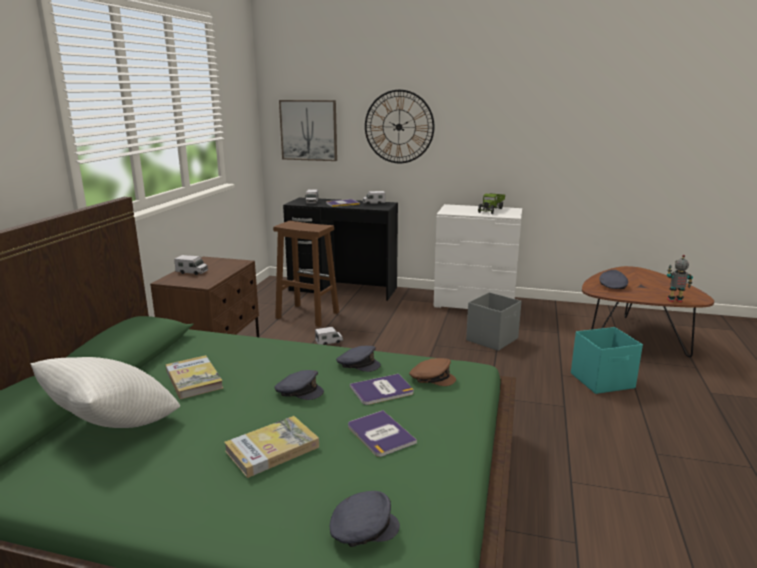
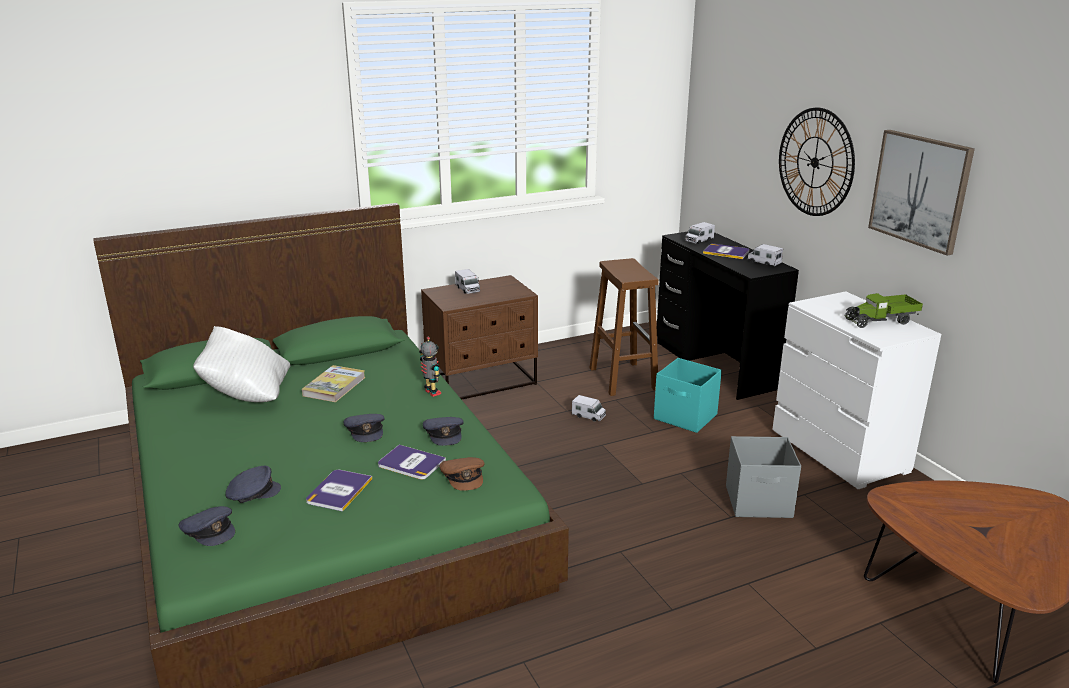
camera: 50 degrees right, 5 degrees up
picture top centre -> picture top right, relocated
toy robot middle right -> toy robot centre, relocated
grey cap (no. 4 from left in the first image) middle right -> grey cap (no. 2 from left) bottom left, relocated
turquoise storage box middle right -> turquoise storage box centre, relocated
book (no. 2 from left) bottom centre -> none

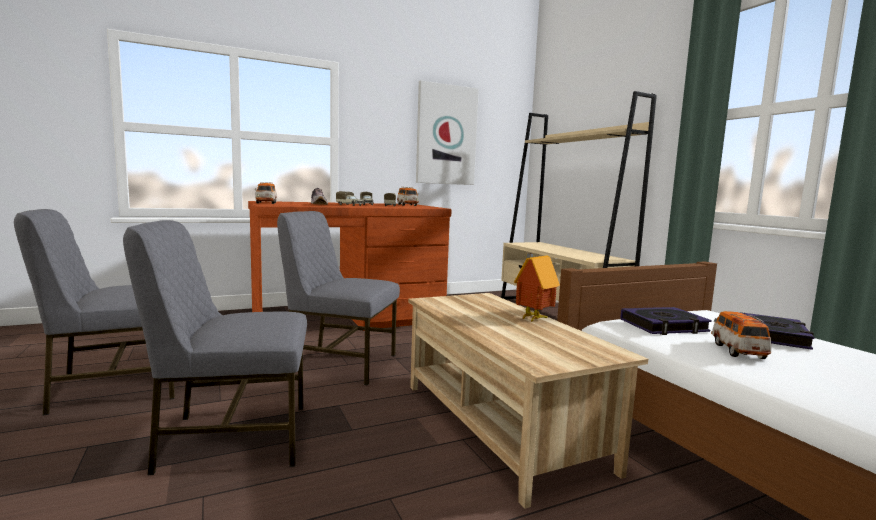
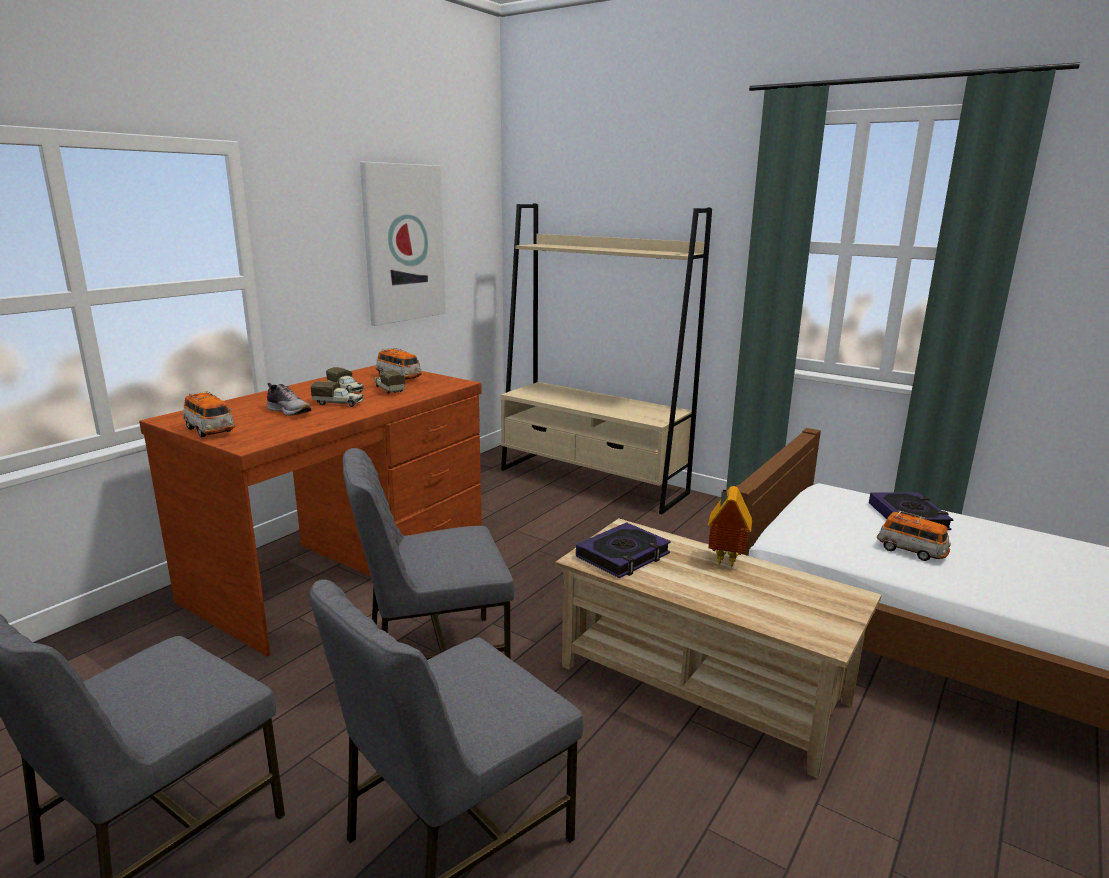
camera: 30 degrees left, 10 degrees up
book (no. 1 from left) middle right -> book (no. 1 from left) centre, relocated
toy car (no. 3 from left) middle right, 150 degrees clockwise

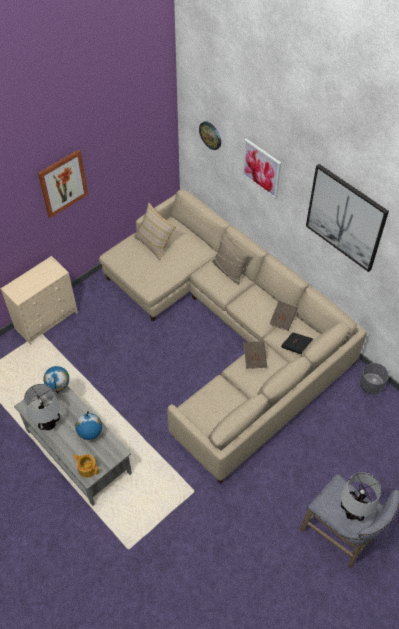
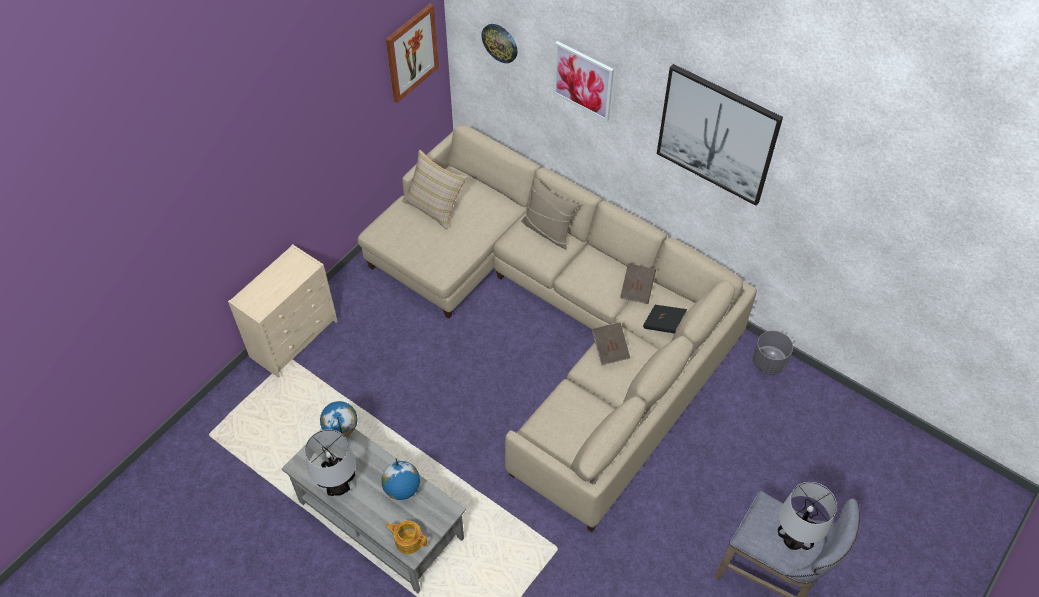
camera: 10 degrees left, 0 degrees up
picture (no. 1 from left) top left -> picture (no. 1 from left) top centre, relocated

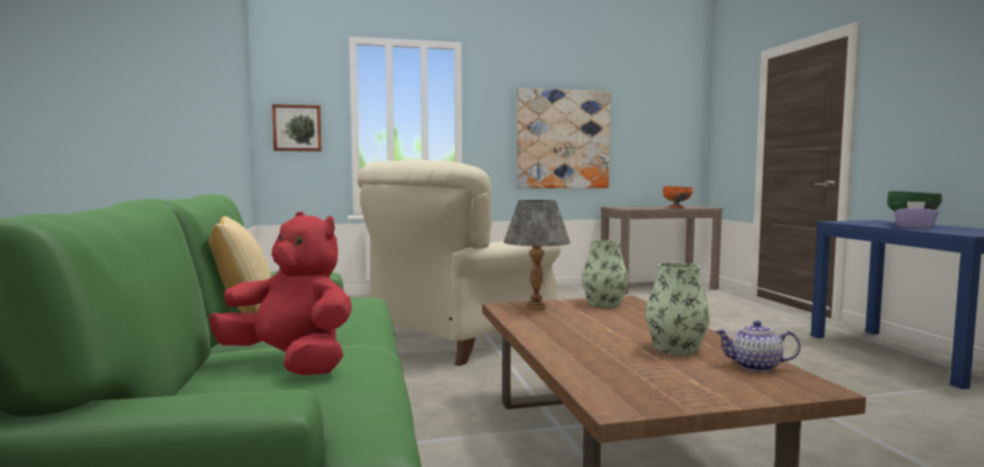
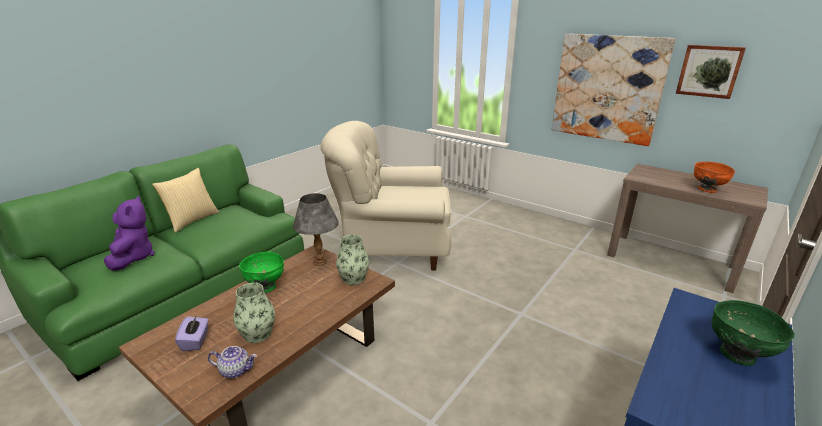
camera: 50 degrees right, 20 degrees up
picture (no. 1 from left in the first image) top left -> picture (no. 2 from left) top right, relocated
purple tissue box middle right -> purple tissue box bottom left, relocated
red plush toy middle left -> purple plush toy middle left
teapot bottom right -> teapot bottom left, 120 degrees clockwise
none -> green bowl (no. 1 from left) middle left

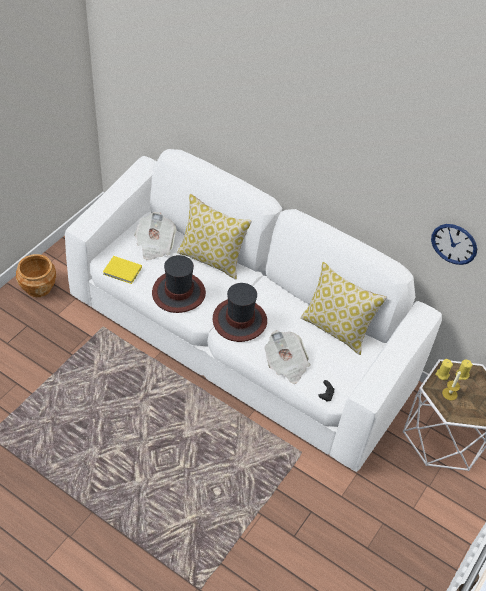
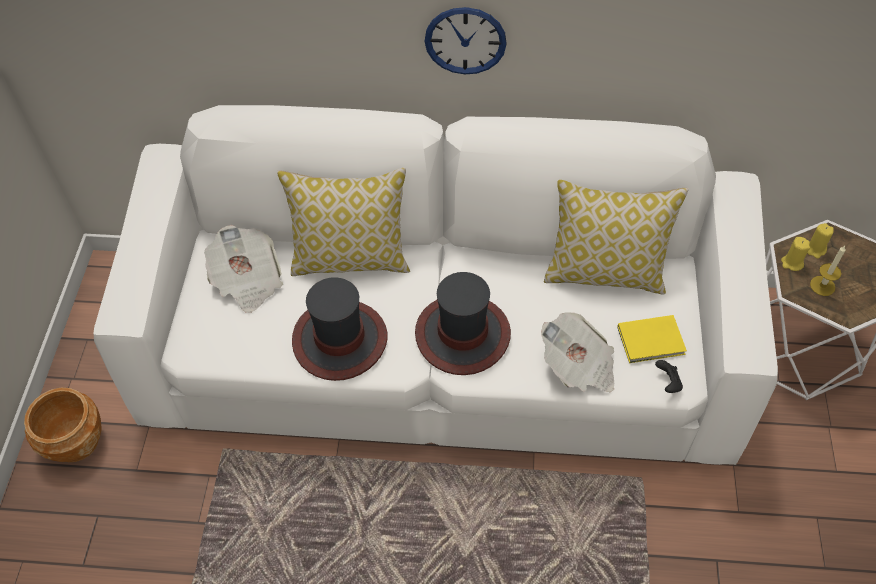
camera: 25 degrees left, 5 degrees up
wall clock middle right -> wall clock top centre, relocated
yellow book middle left -> yellow book middle right, relocated

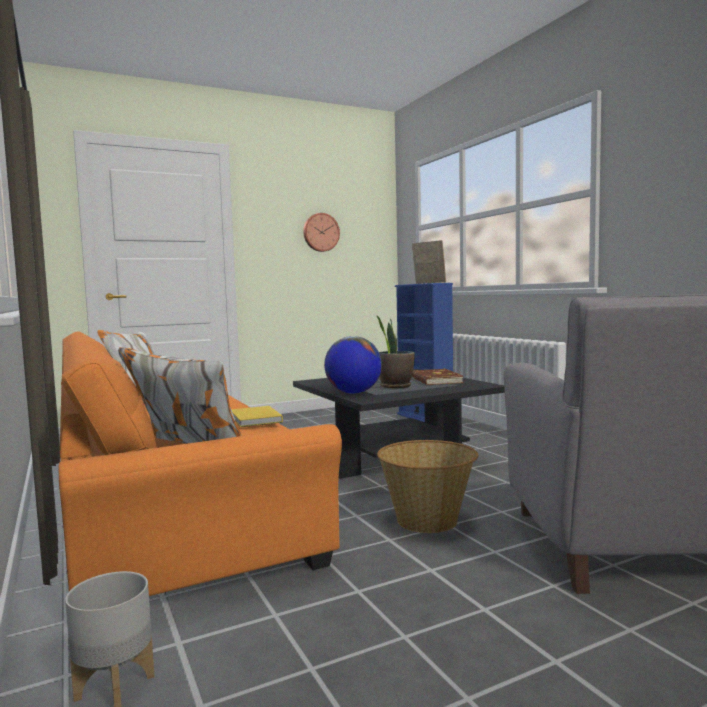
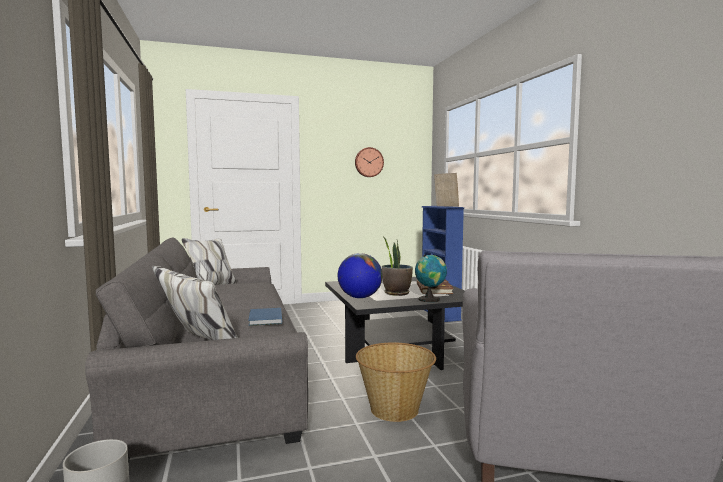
camera: 10 degrees right, 0 degrees up
orange sofa middle left -> grey sofa bottom left
yellow book centre -> blue book centre
none -> globe (no. 2 from left) centre

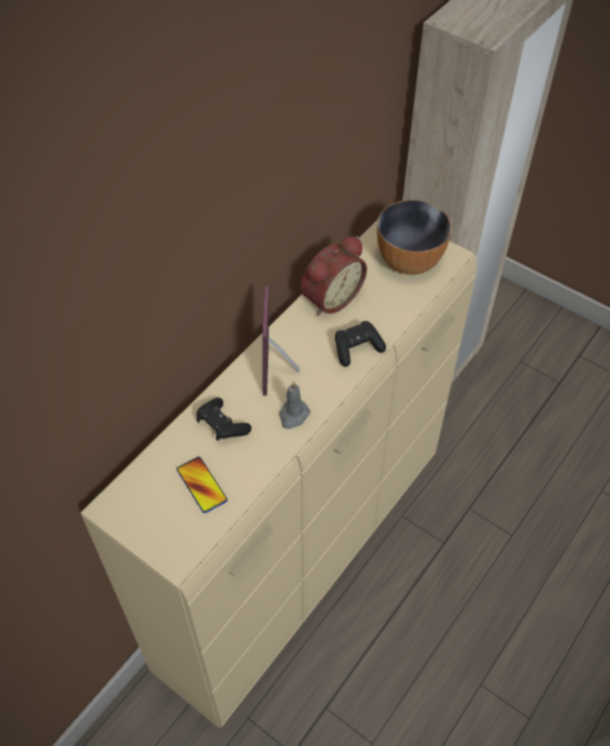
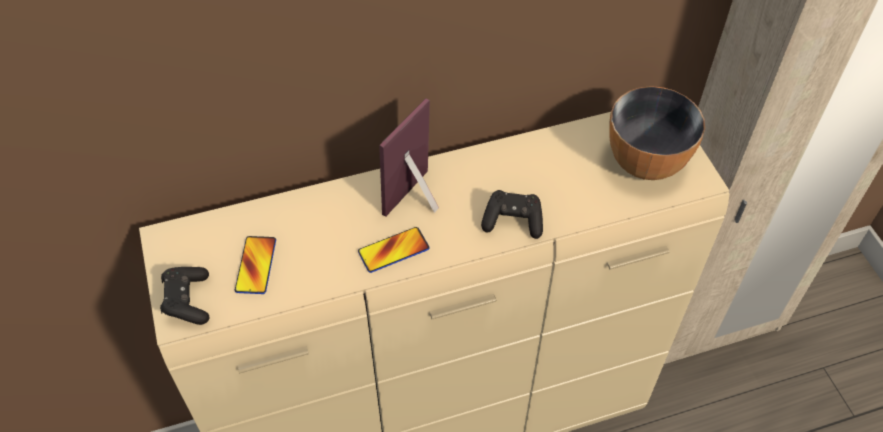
camera: 35 degrees right, 0 degrees up
alarm clock centre -> none
grey candle centre -> phone (no. 2 from left) centre
black game controller (no. 1 from left) centre -> black game controller (no. 1 from left) bottom left, relocated

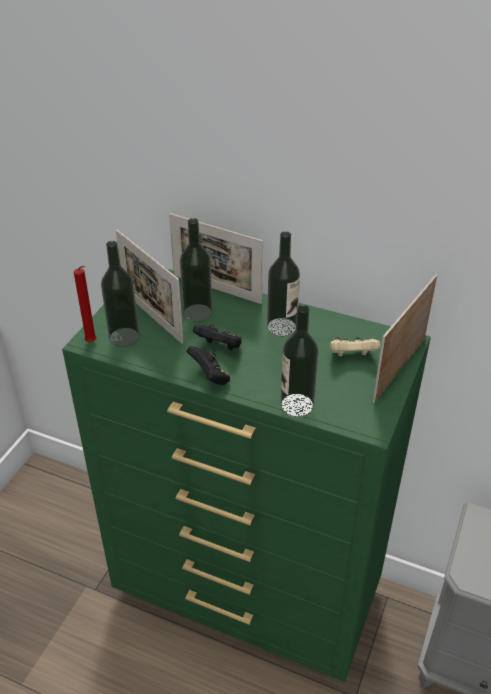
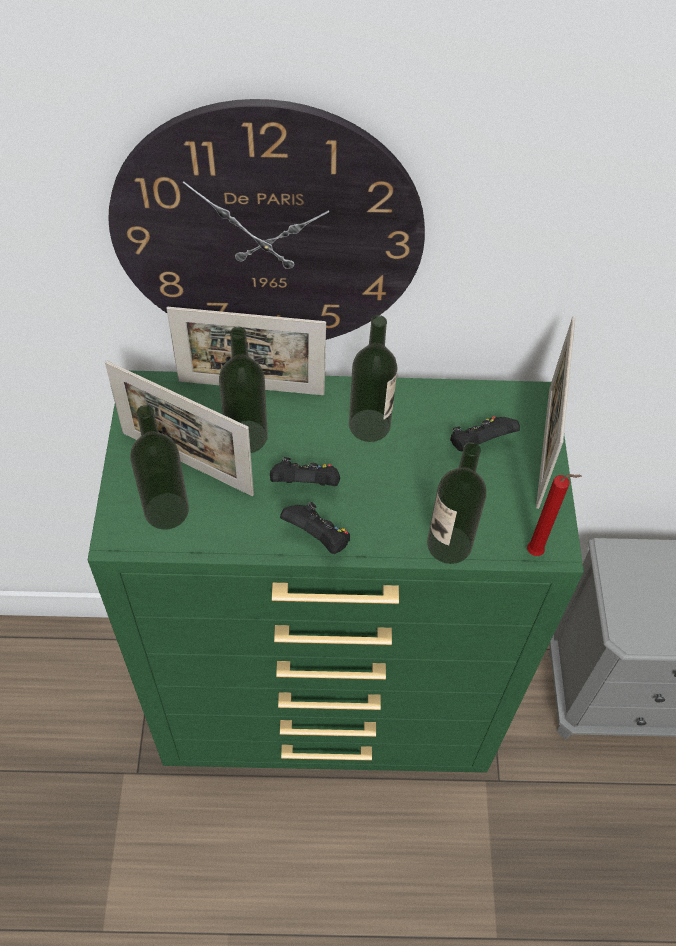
camera: 25 degrees left, 15 degrees up
red candle middle left -> red candle middle right, relocated
beige game controller middle right -> black game controller (no. 3 from left) middle right
none -> wall clock top centre

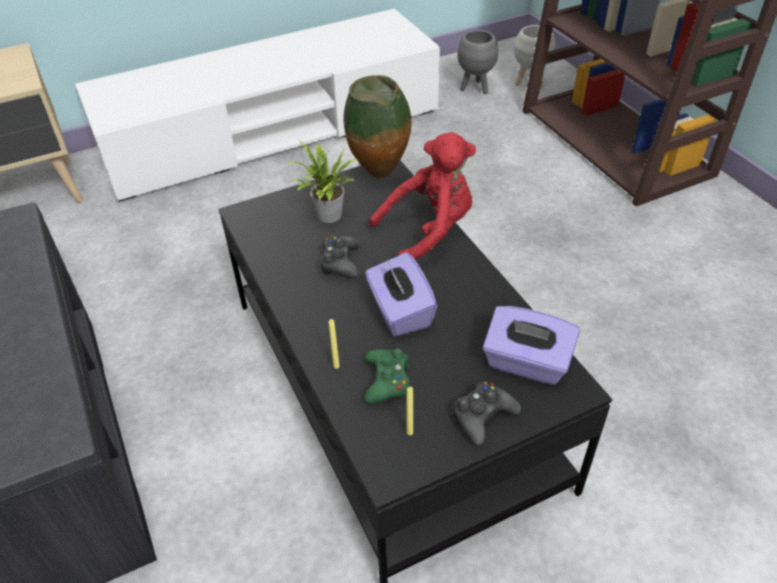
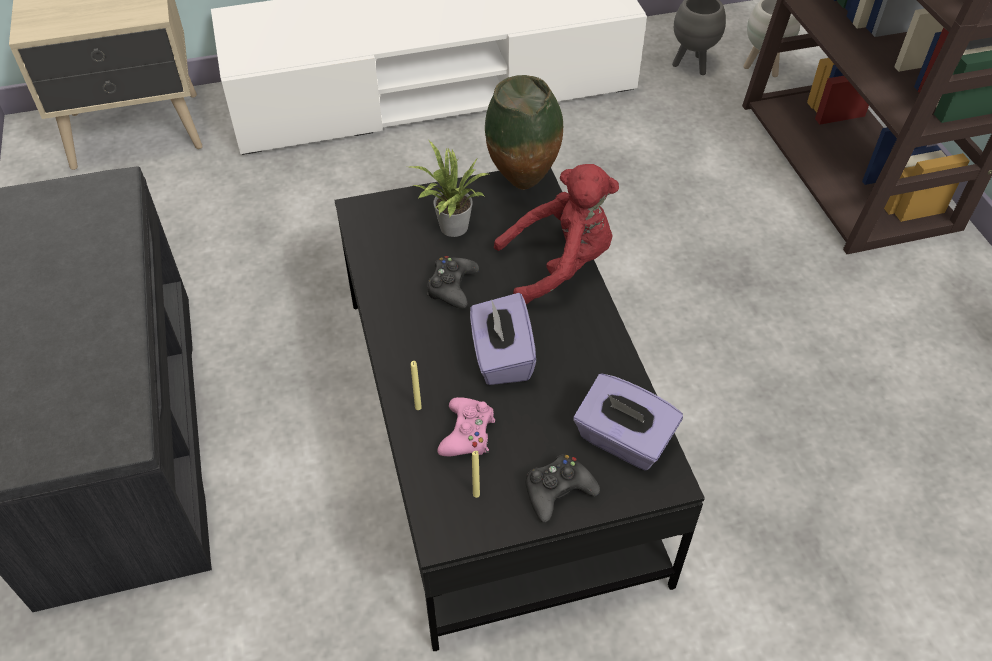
camera: 10 degrees right, 5 degrees up
green game controller centre -> pink game controller centre

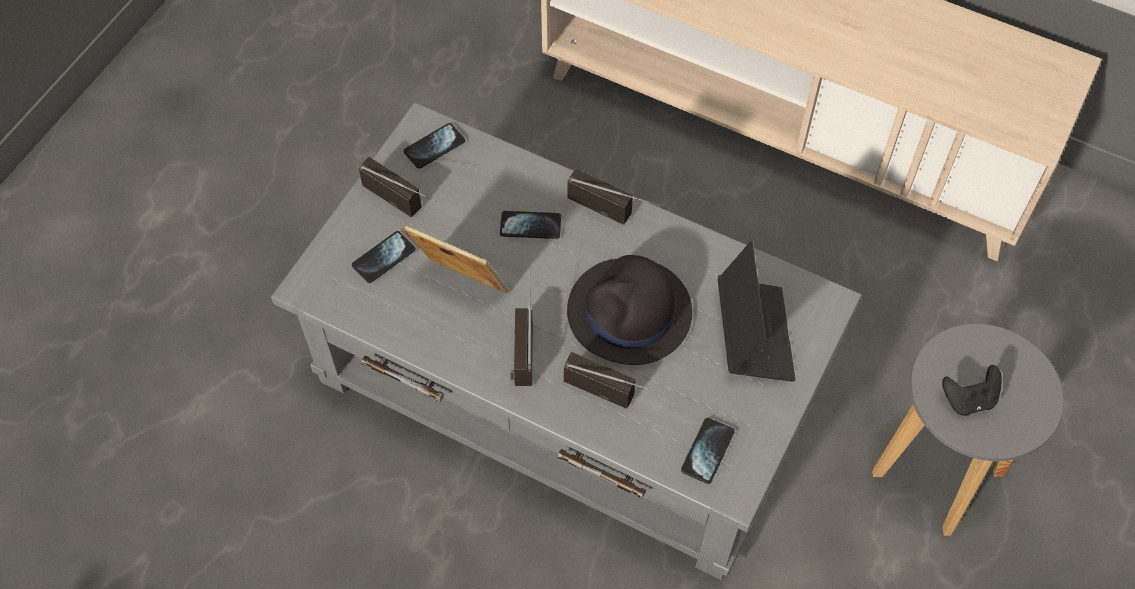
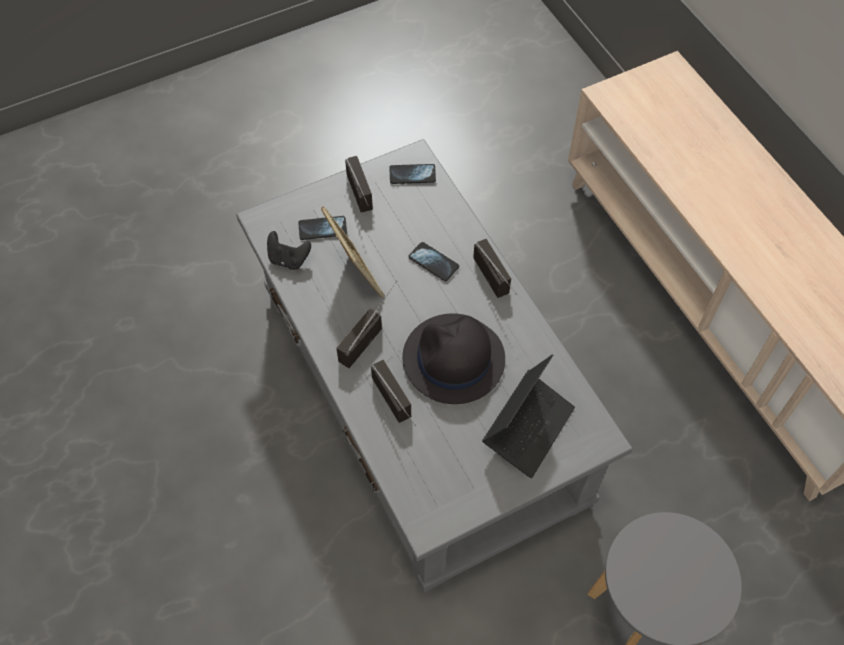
camera: 35 degrees right, 0 degrees up
black game controller middle right -> black game controller centre, relocated
phone (no. 4 from left) bottom centre -> none

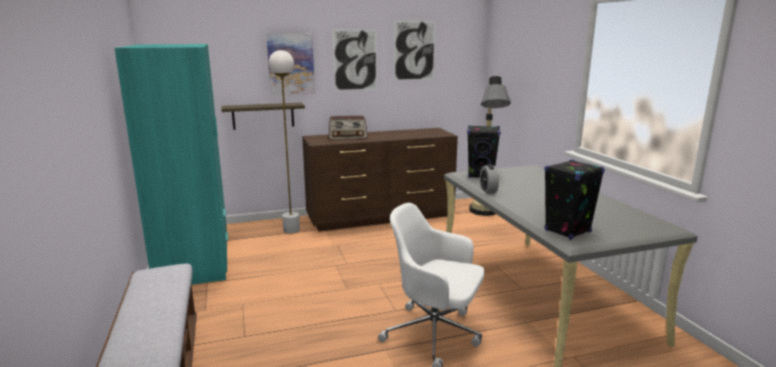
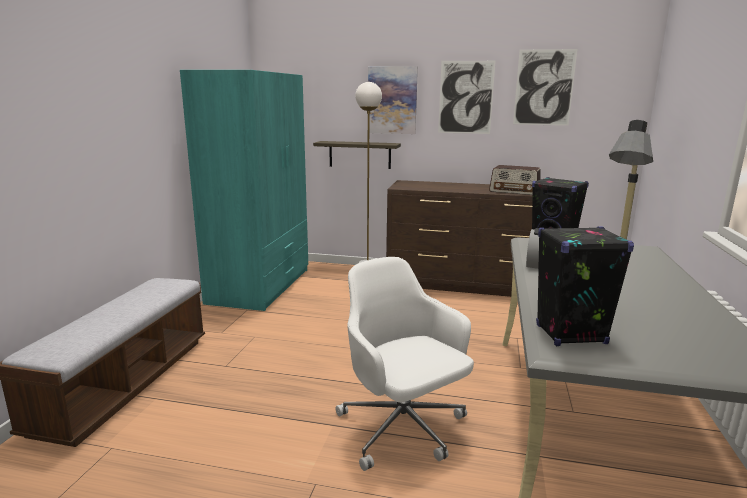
camera: 30 degrees right, 0 degrees up
radio centre -> radio middle right, relocated

